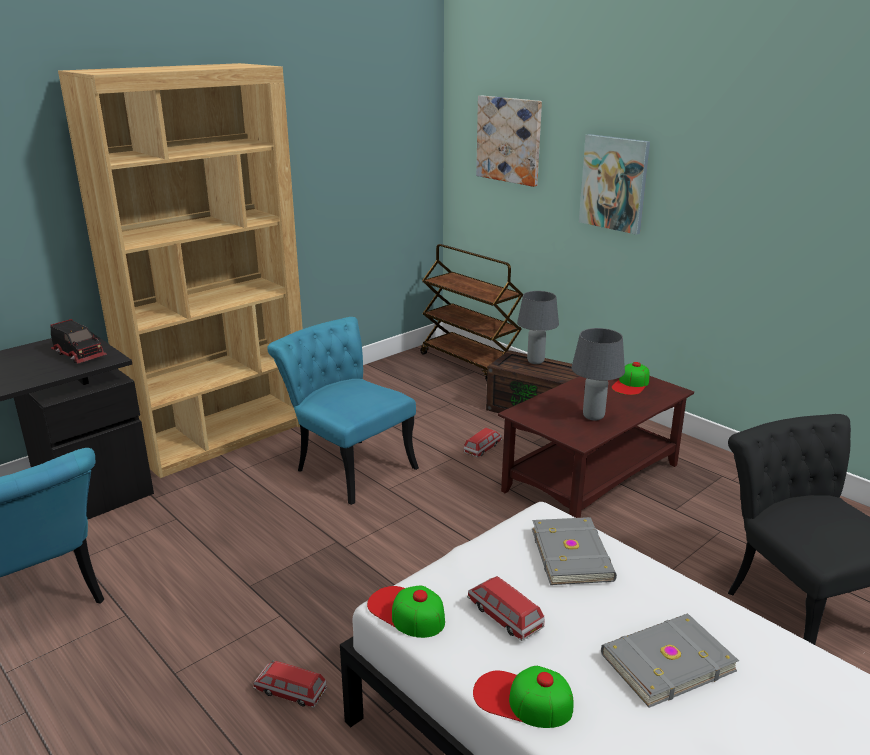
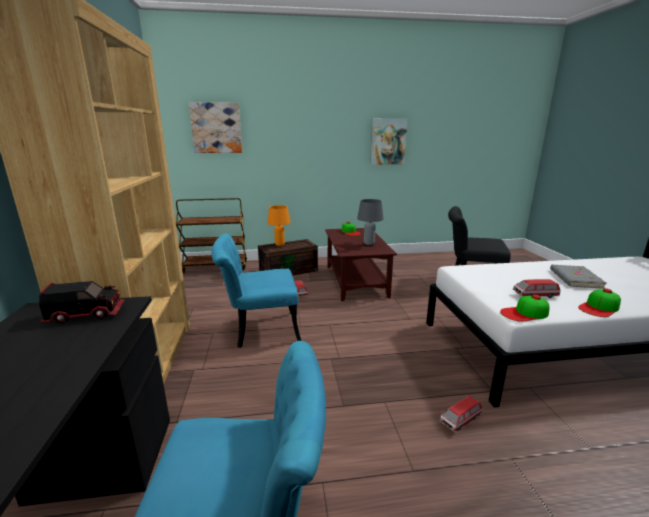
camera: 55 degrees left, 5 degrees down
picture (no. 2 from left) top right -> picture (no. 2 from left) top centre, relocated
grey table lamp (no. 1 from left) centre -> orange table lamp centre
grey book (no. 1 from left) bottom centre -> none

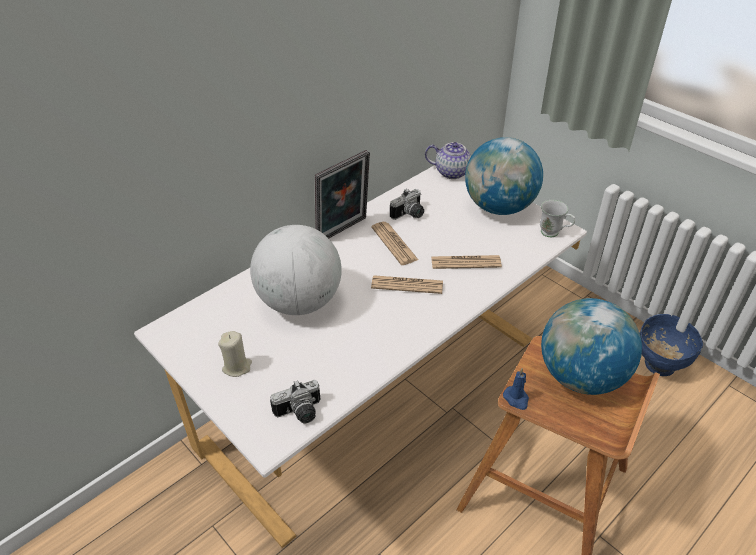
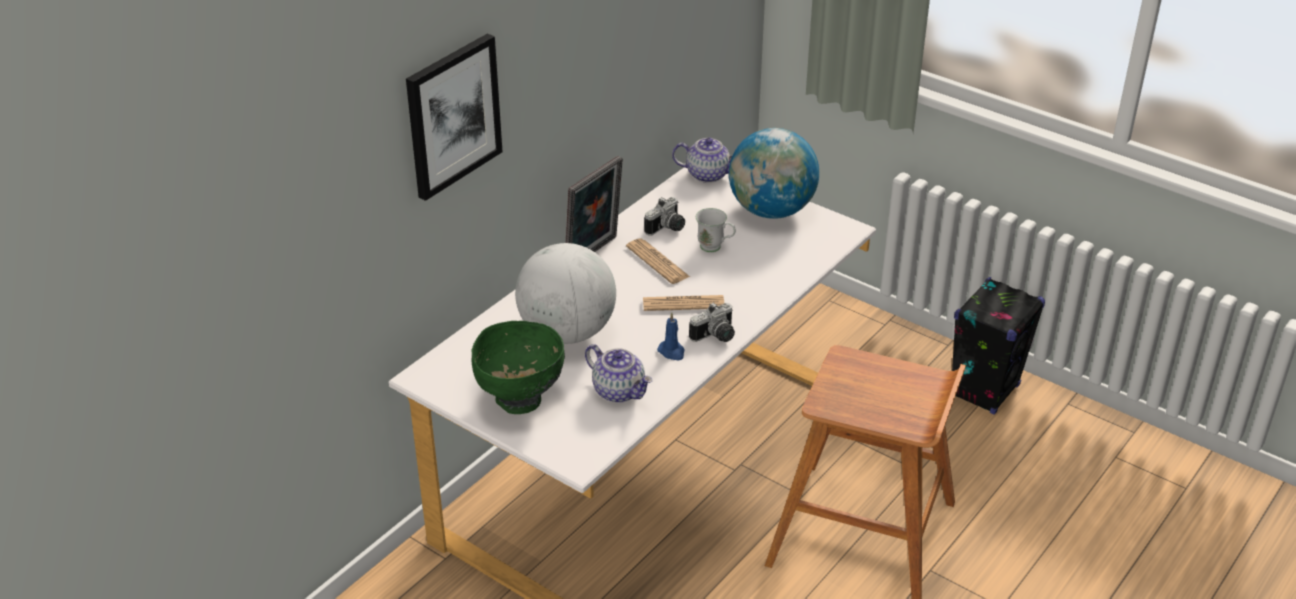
camera: 10 degrees left, 5 degrees down
white mug middle right -> white mug centre, relocated
newspaper (no. 3 from left) centre -> none
globe (no. 3 from left) middle right -> none
blue bowl middle right -> black speaker middle right
beige candle middle left -> green bowl centre
blue candle bottom right -> blue candle centre, relocated
photo camera (no. 1 from left in the first image) bottom centre -> photo camera (no. 2 from left) centre, relocated
none -> picture top centre
none -> teapot (no. 1 from left) centre

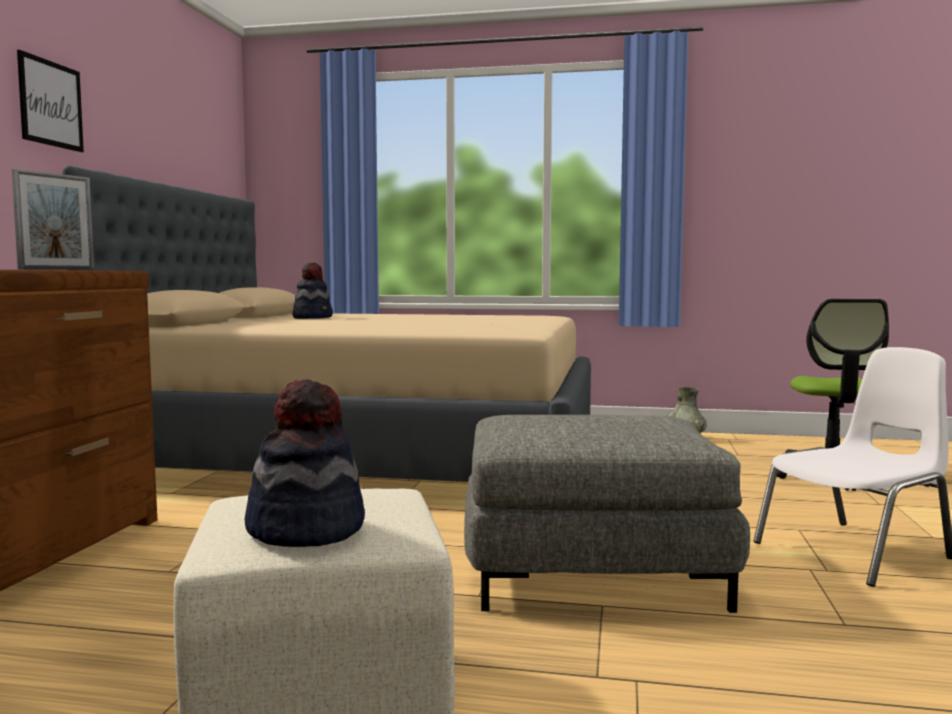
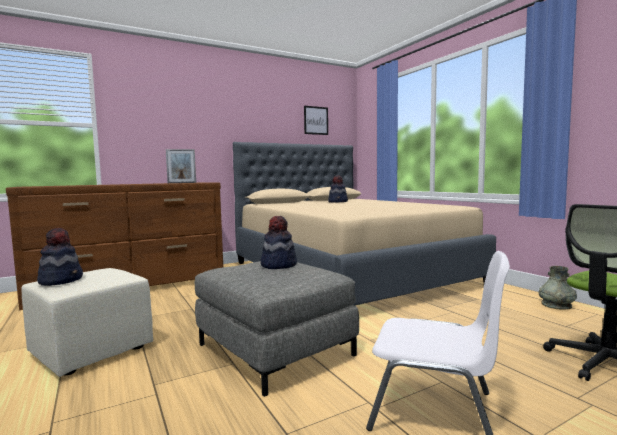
camera: 50 degrees right, 0 degrees up
picture top left -> picture top centre, relocated
none -> hat (no. 2 from left) centre

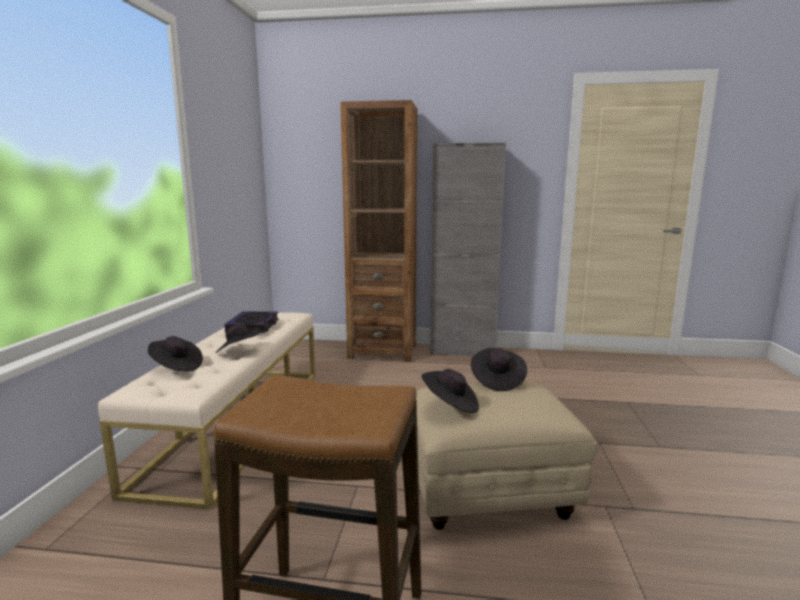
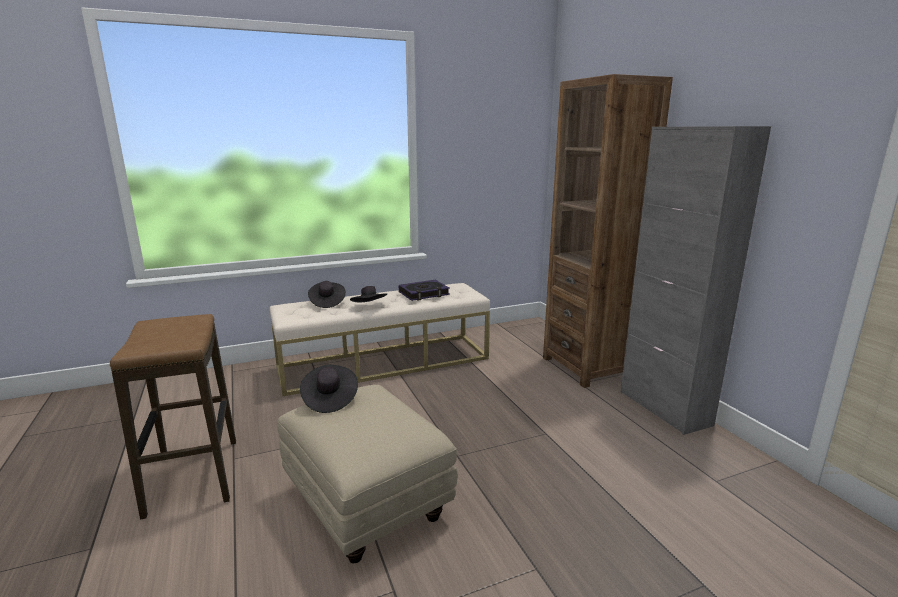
camera: 60 degrees right, 5 degrees up
black hat (no. 4 from left) centre -> none

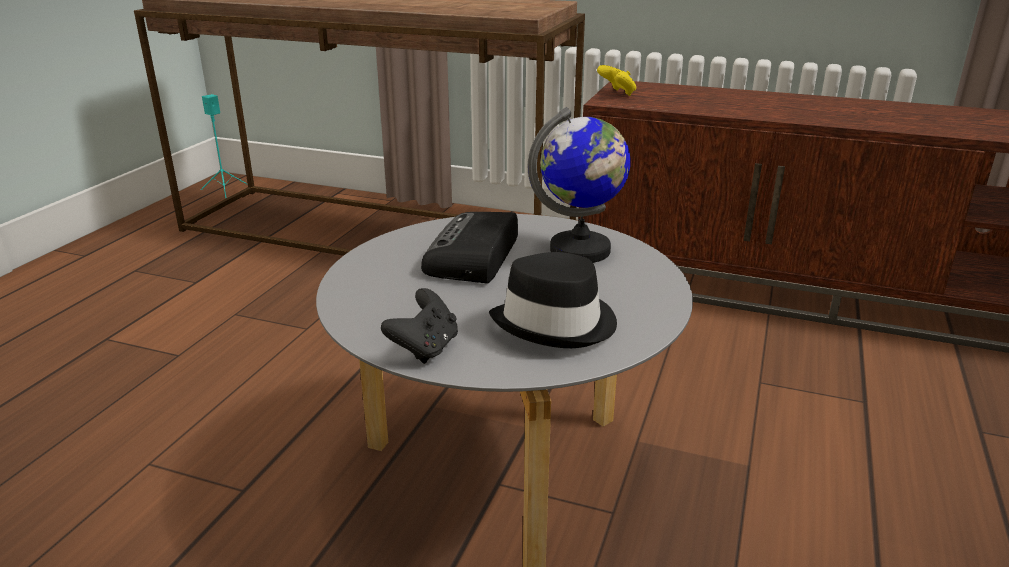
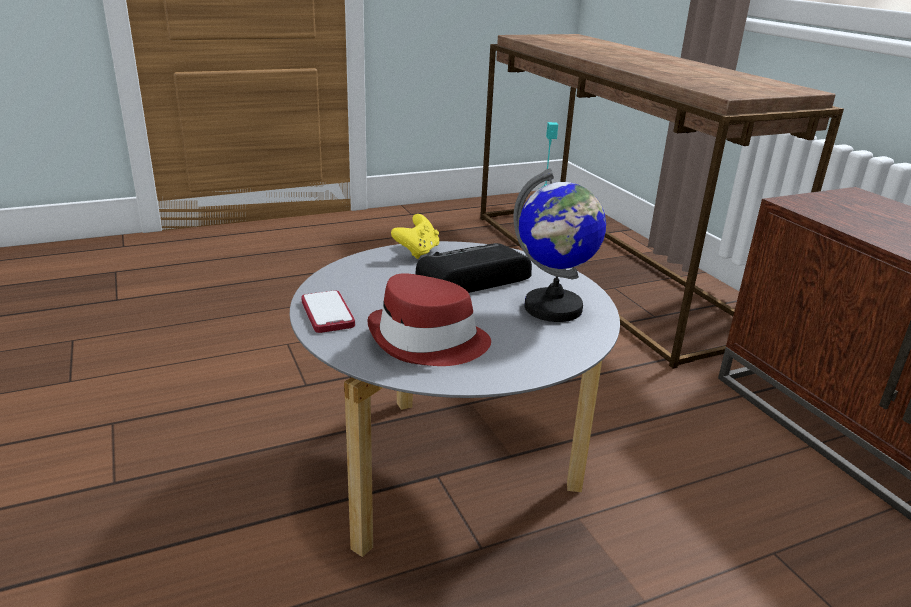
camera: 45 degrees right, 0 degrees up
yellow game controller top centre -> yellow game controller centre, relocated
black hat centre -> red hat centre
black game controller centre -> phone centre

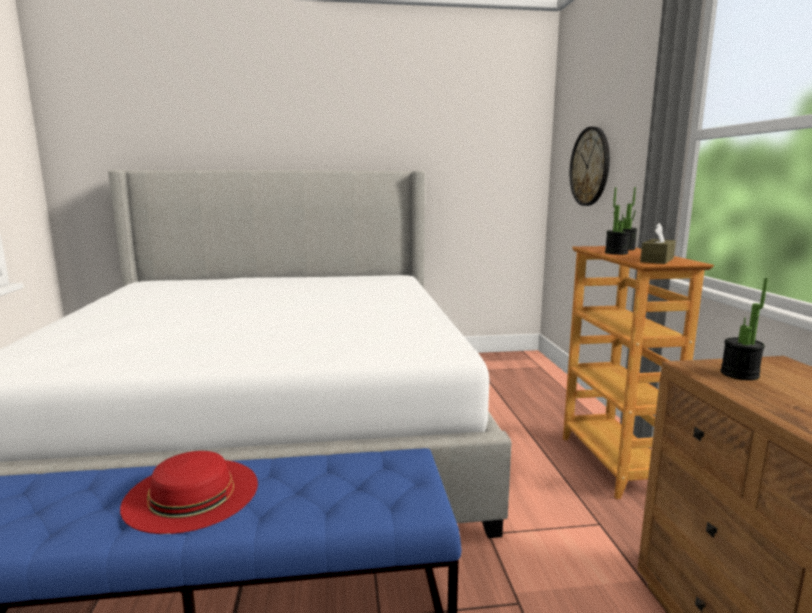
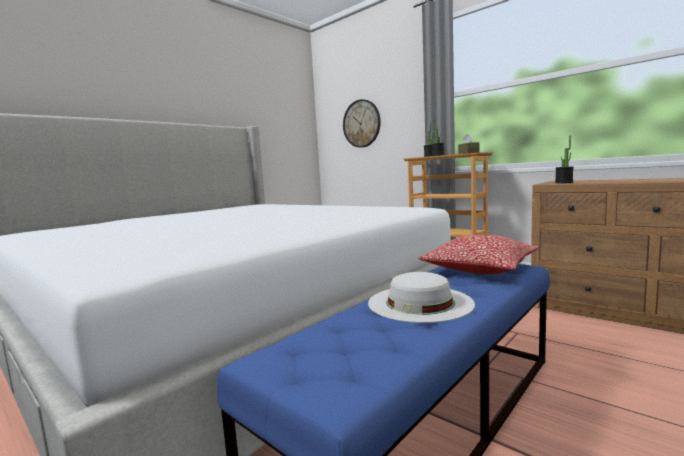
camera: 40 degrees left, 5 degrees down
red hat bottom left -> white hat centre
none -> pillow middle right

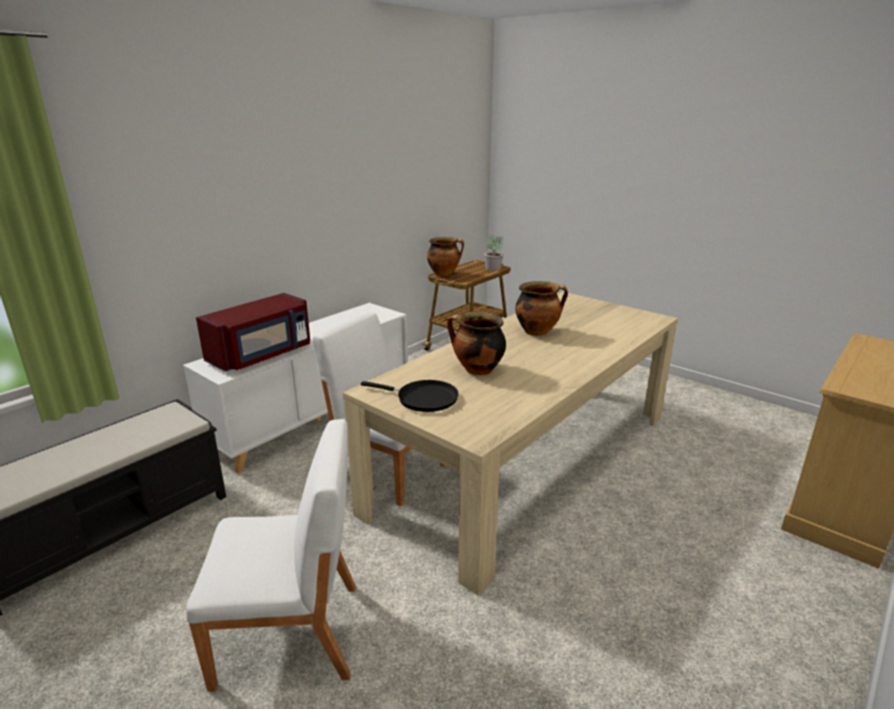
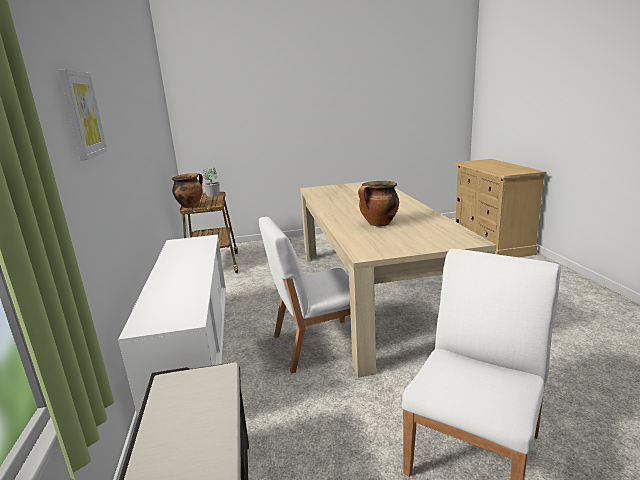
camera: 50 degrees left, 5 degrees down
cooking pot (no. 3 from left) centre -> none
red microwave middle left -> none
black frying pan centre -> none
none -> picture top left

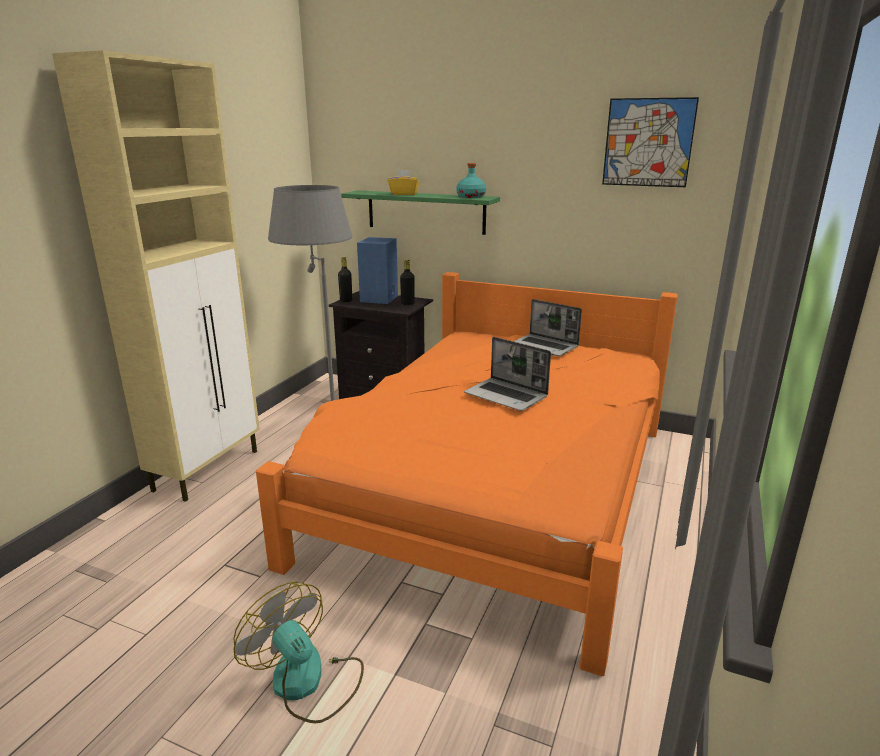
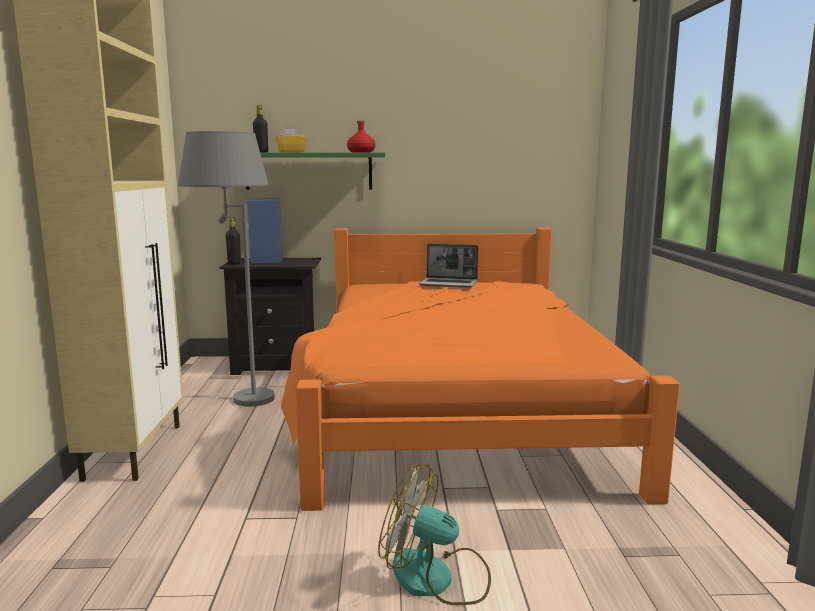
camera: 25 degrees left, 10 degrees down
picture top right -> none
turquoise bottle top centre -> red bottle top centre
black bottle (no. 2 from left) centre -> black bottle (no. 2 from left) top left, relocated
laptop (no. 1 from left) centre -> none

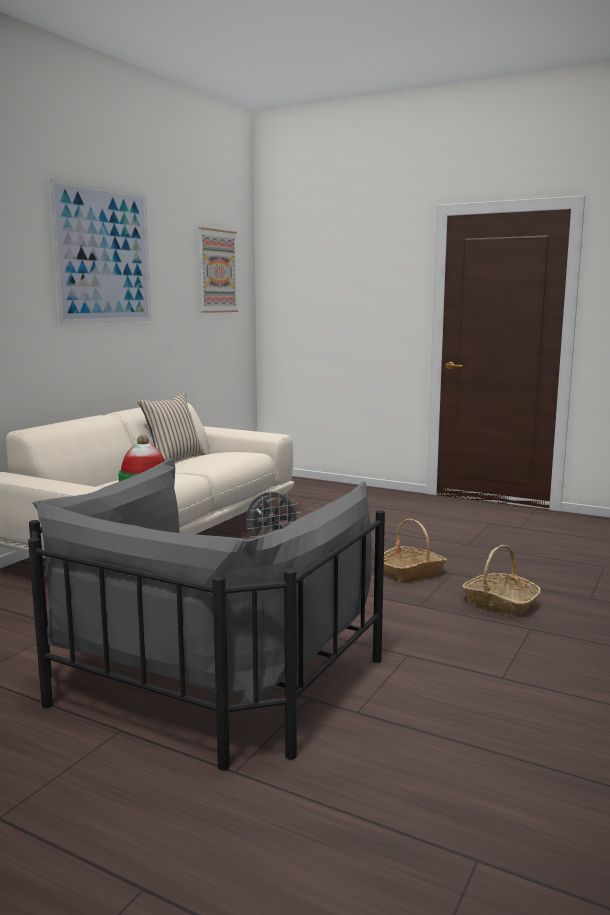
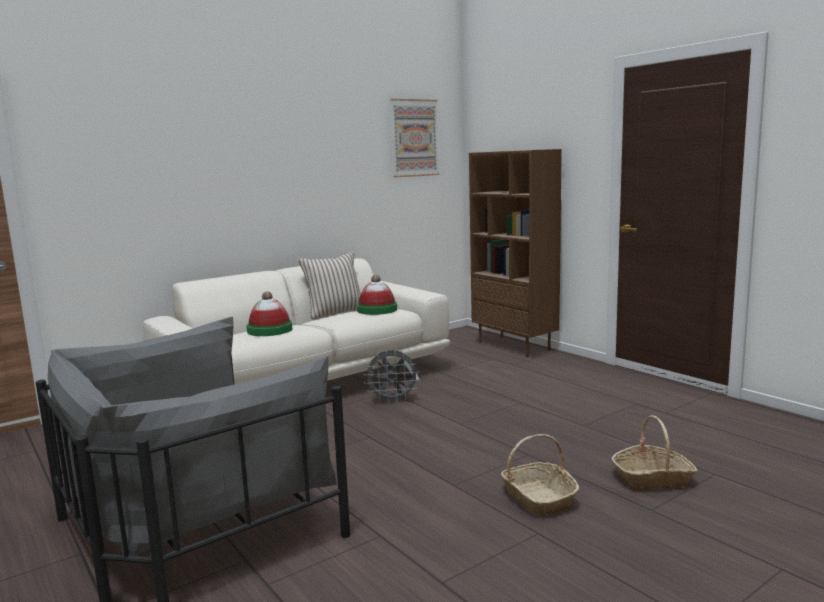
camera: 25 degrees right, 0 degrees up
picture (no. 1 from left) top left -> none
basket (no. 1 from left in the first image) middle right -> basket (no. 2 from left) bottom right, relocated
none -> brown bookcase centre
none -> hat (no. 2 from left) centre

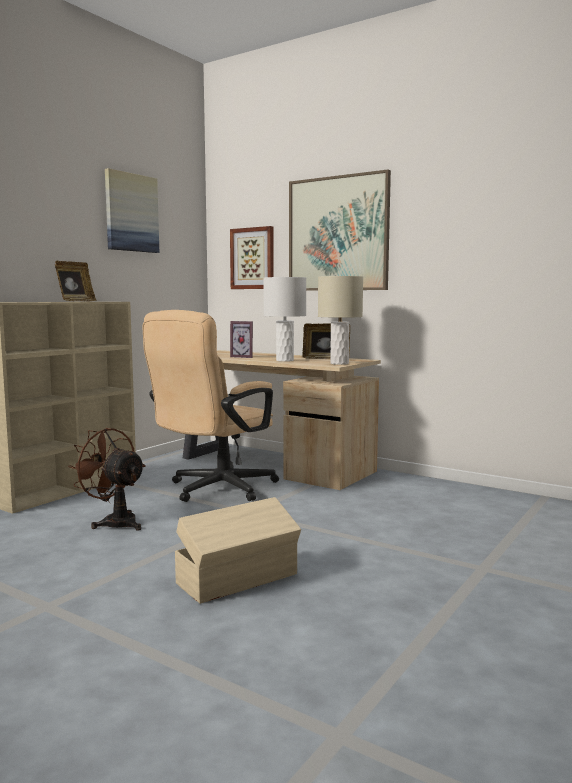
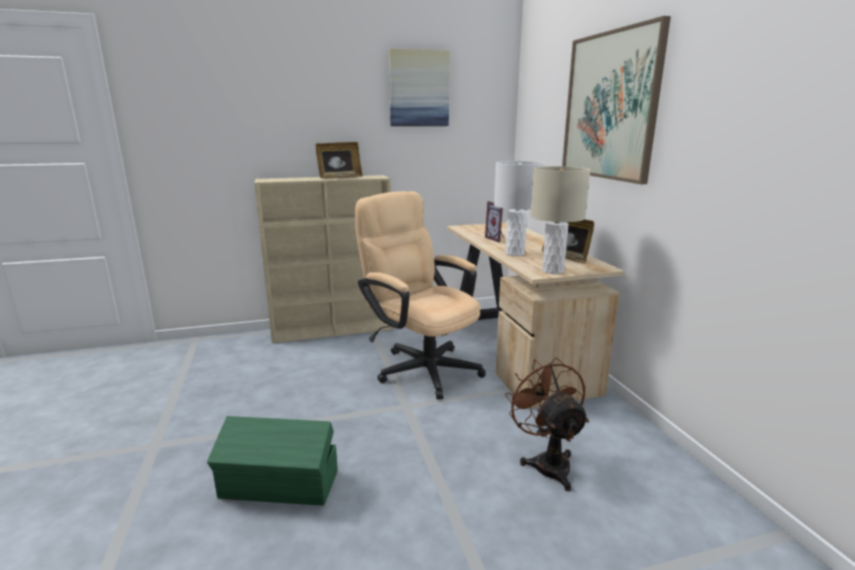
camera: 40 degrees right, 10 degrees up
picture (no. 2 from left) top centre -> none
beige office chair centre, 60 degrees clockwise
brown fan middle left -> brown fan bottom centre, relocated
beige storage box bottom centre -> green storage box bottom left

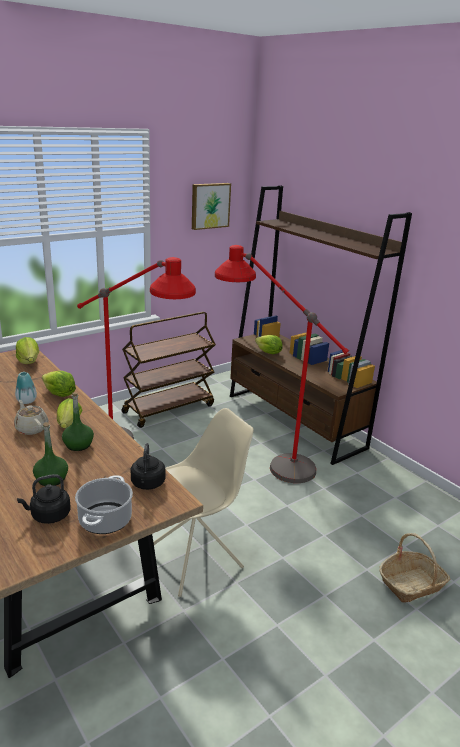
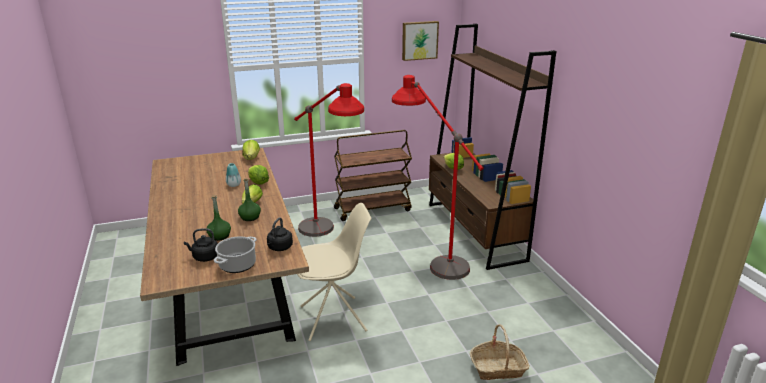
camera: 20 degrees right, 0 degrees up
beige teapot middle left -> none

